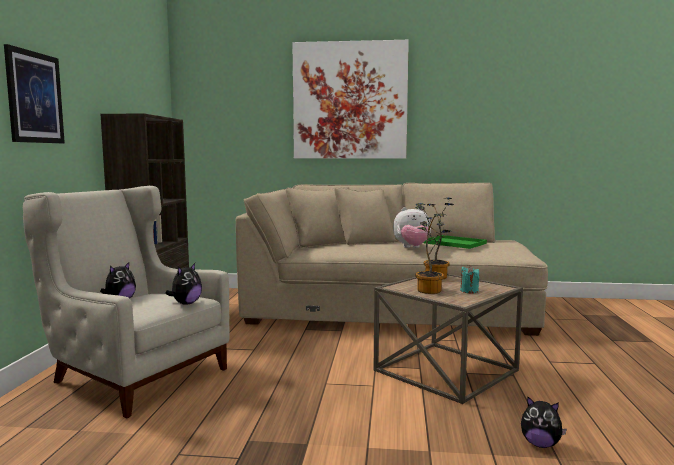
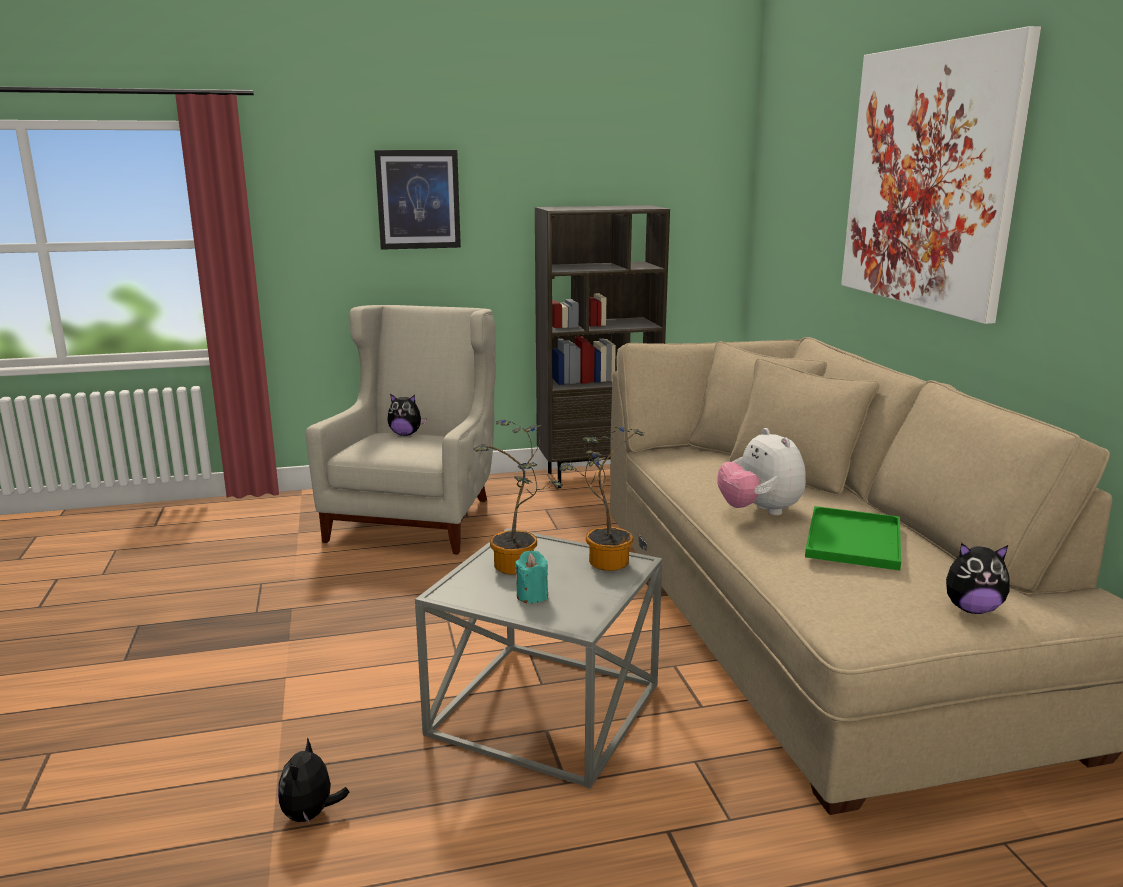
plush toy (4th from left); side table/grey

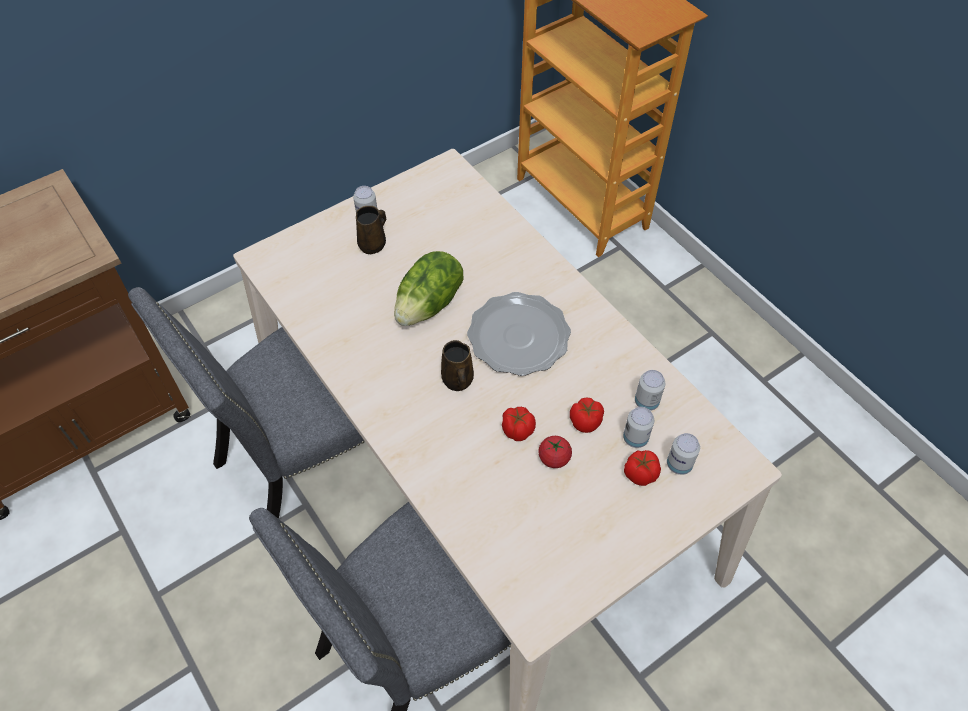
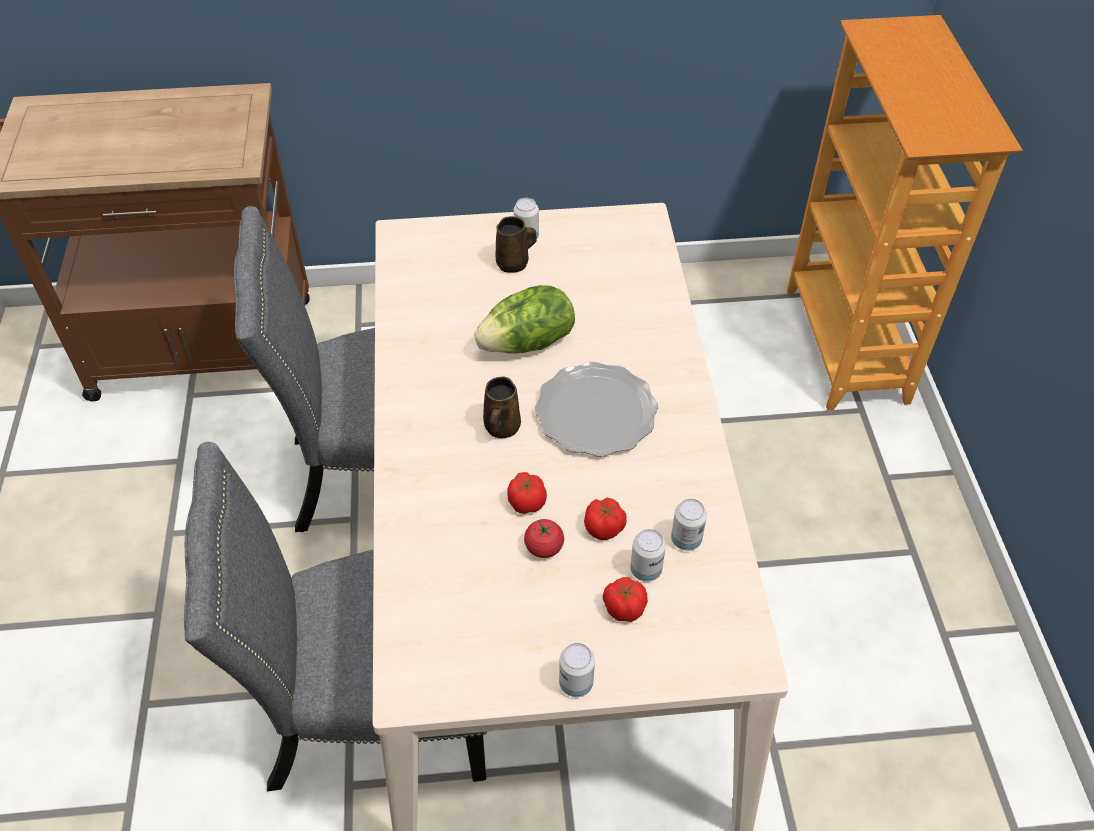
can (2nd from left)

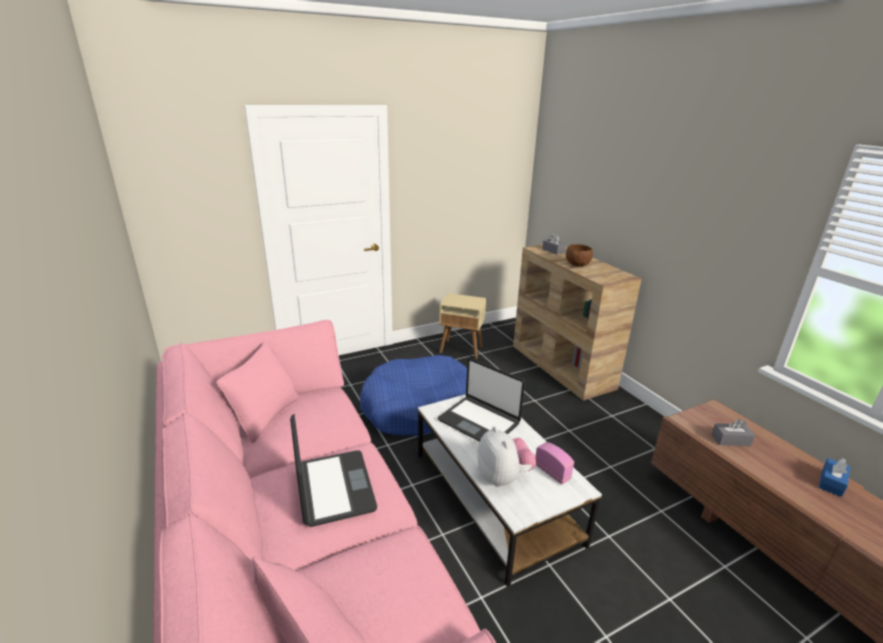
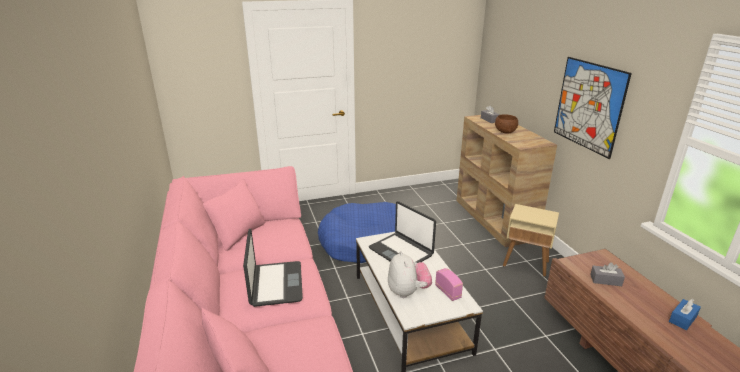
side table/beige; picture

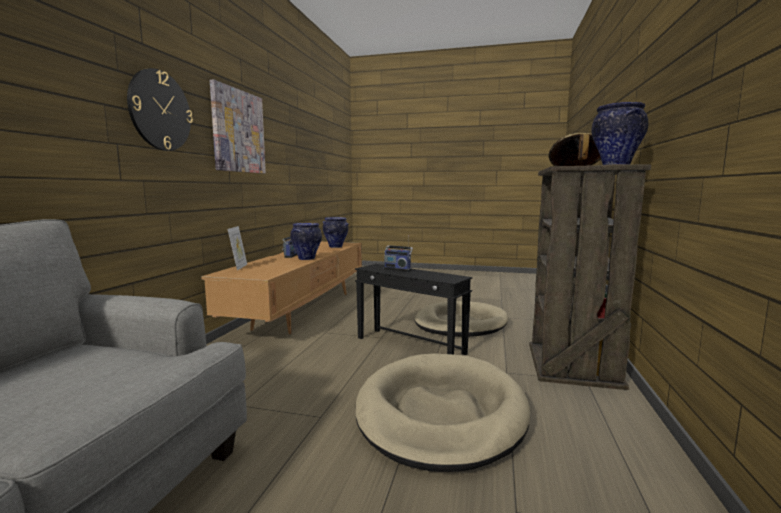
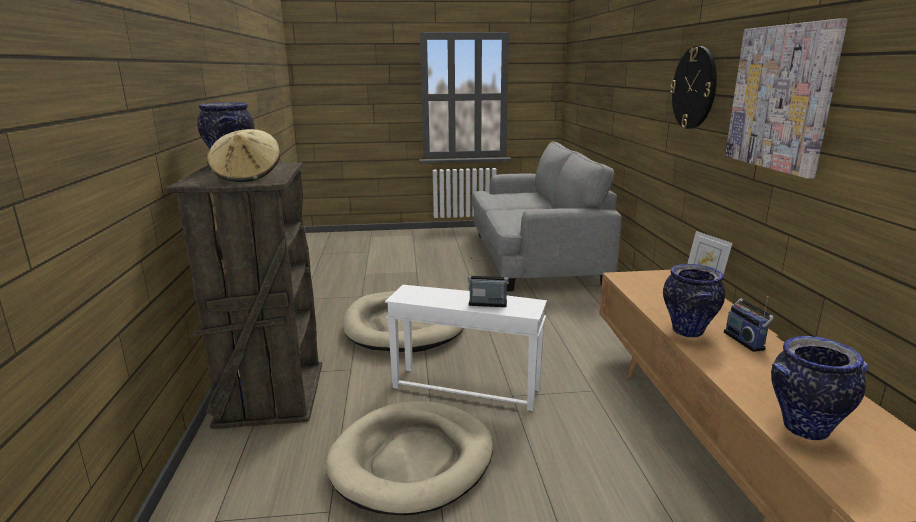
side table/white

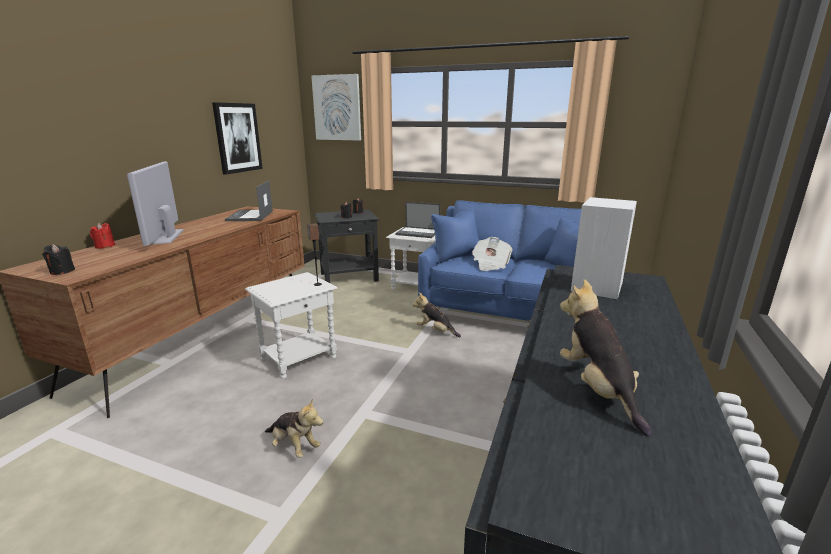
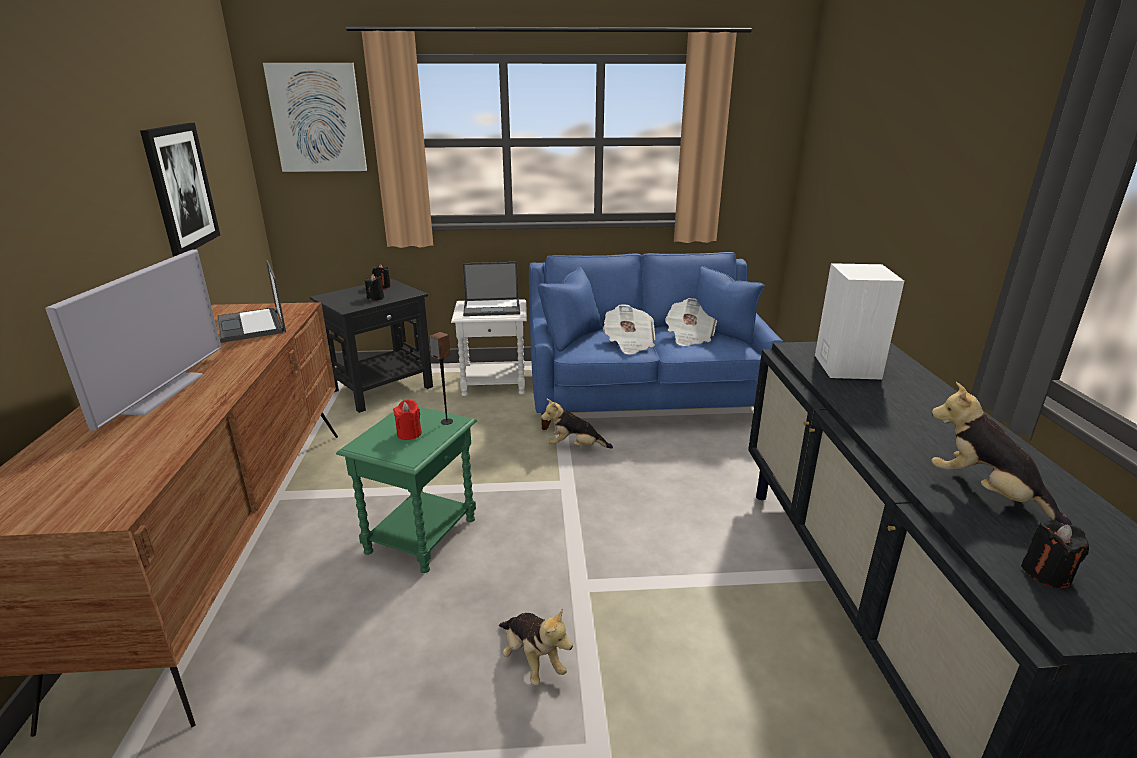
candle/black (3rd from left); candle/red; television; side table/green; plush toy (1st from left); newspaper (2nd from left)

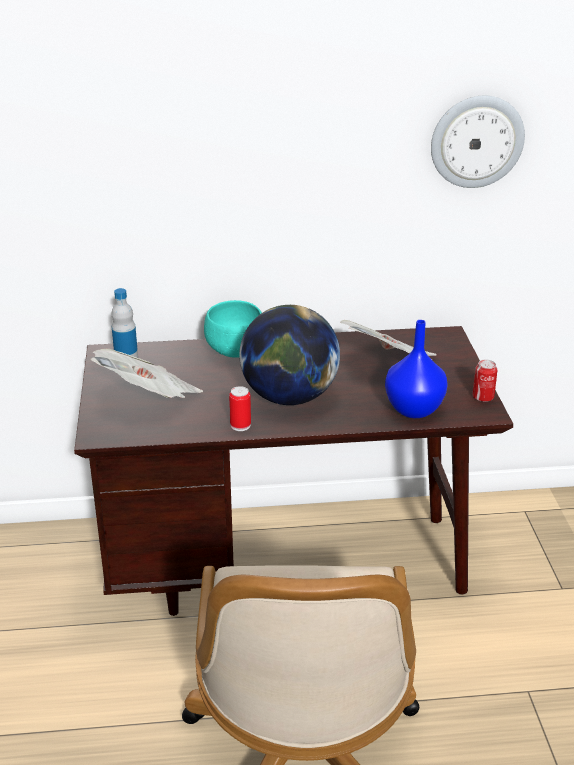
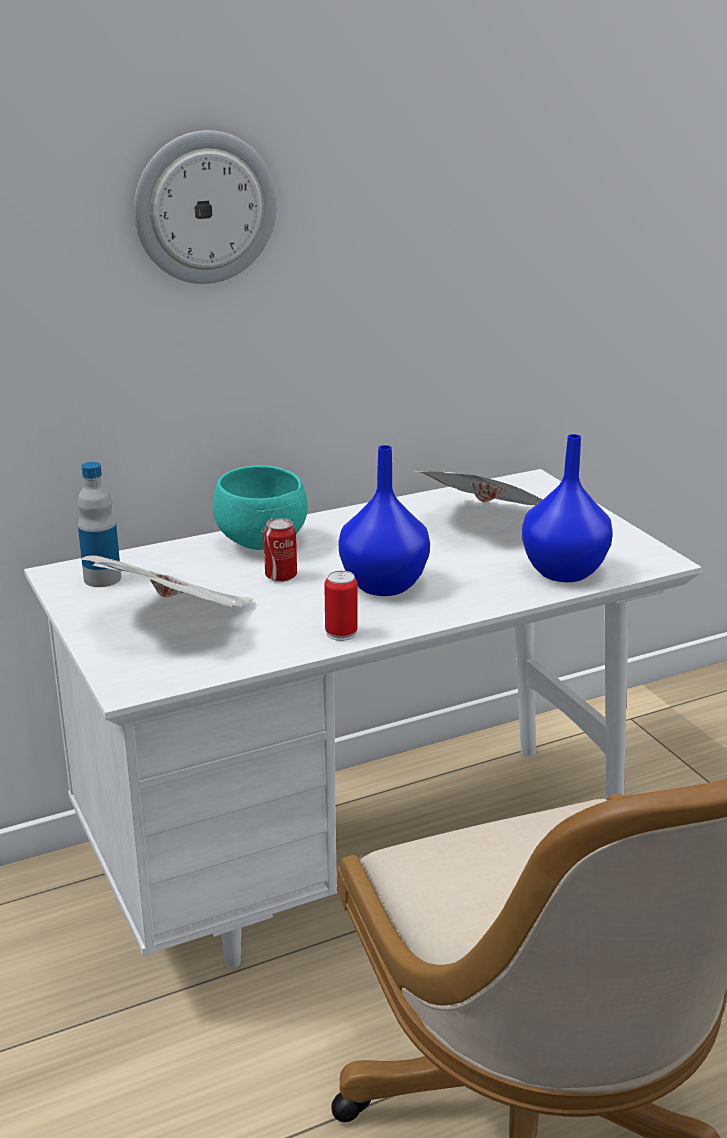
desk/white; vase/blue (1st from left); wall clock; can (1st from left)

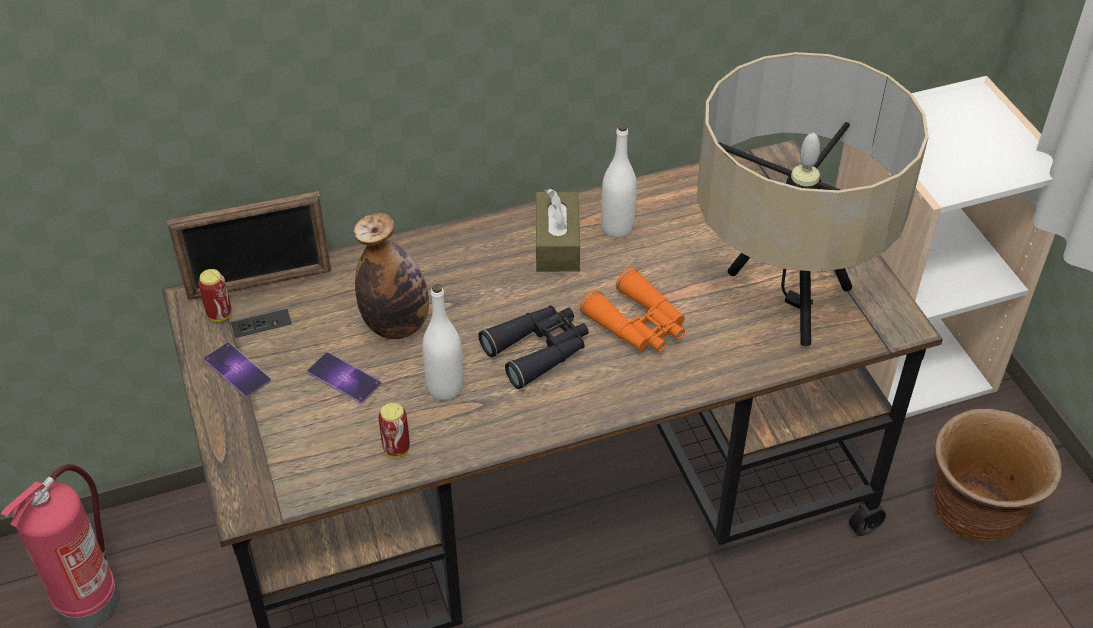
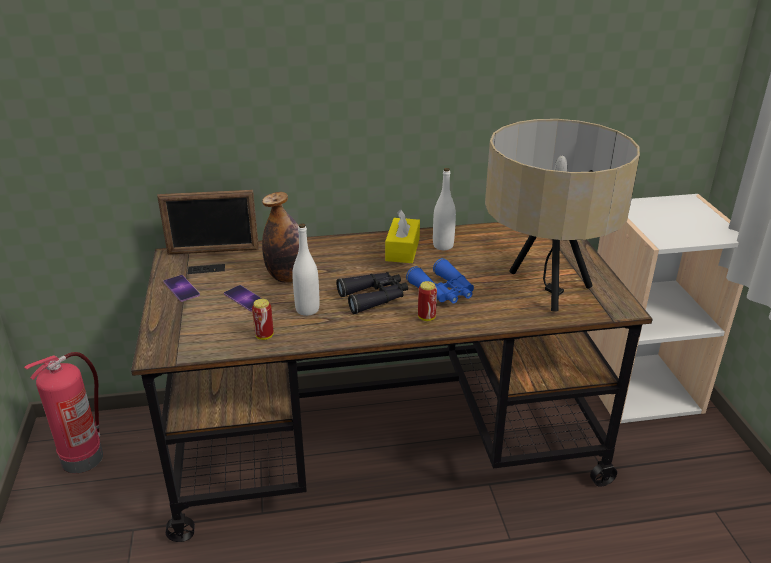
can (2nd from left); tissue box/yellow; binoculars/blue; planter/brown

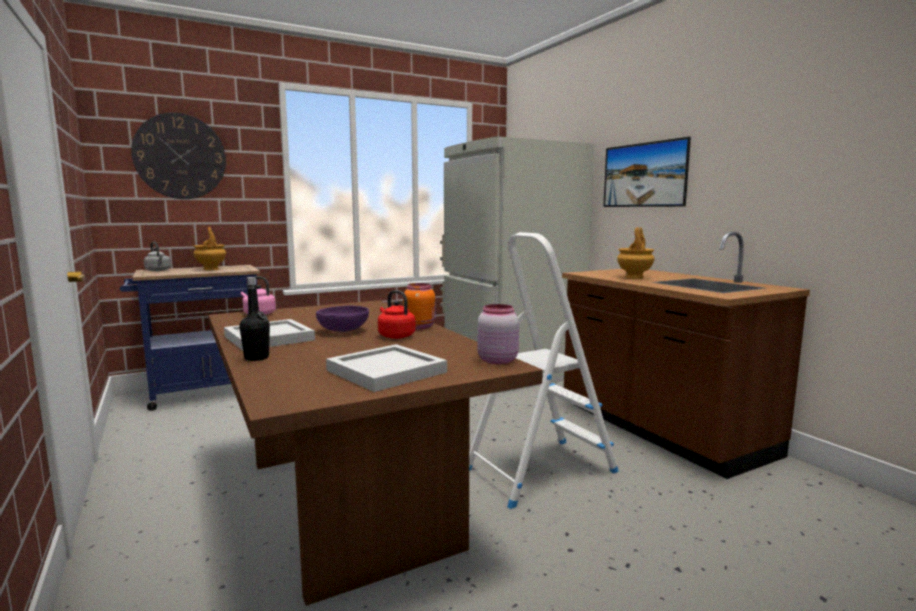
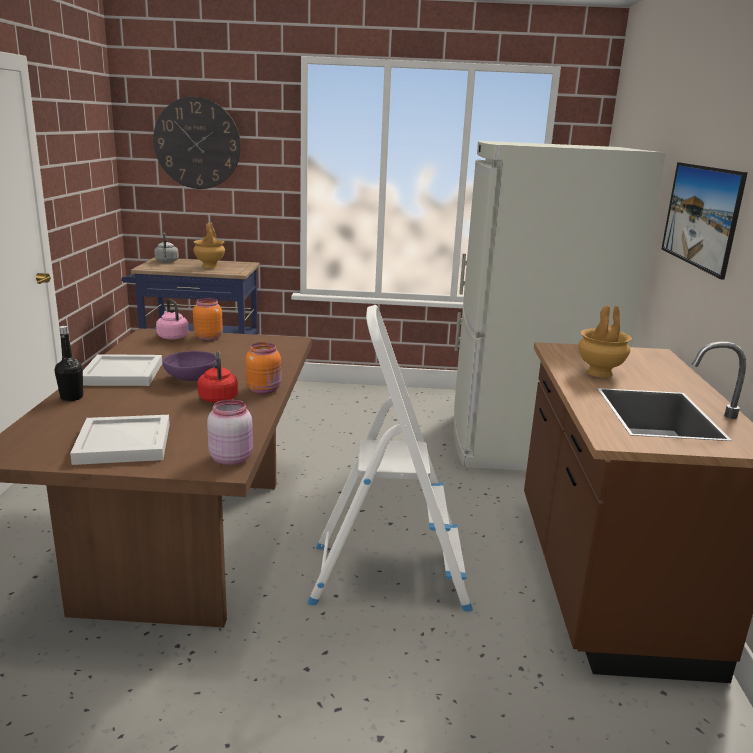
jar/orange (1st from left)

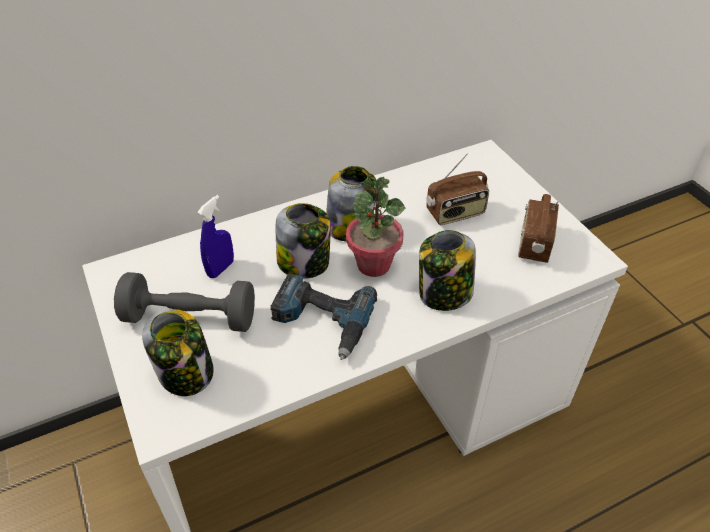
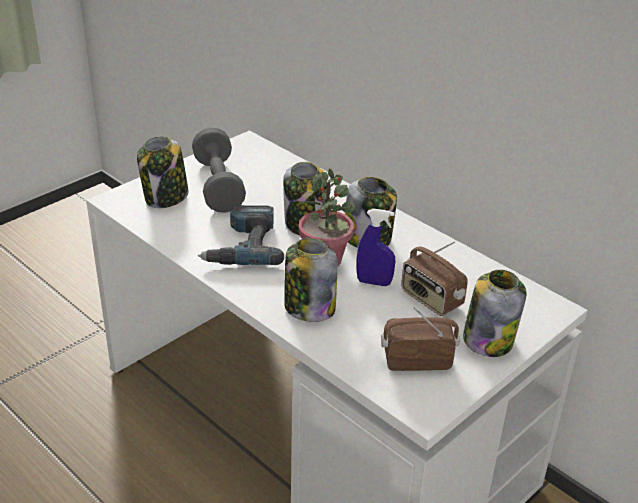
spray bottle/blue; jar (5th from left)

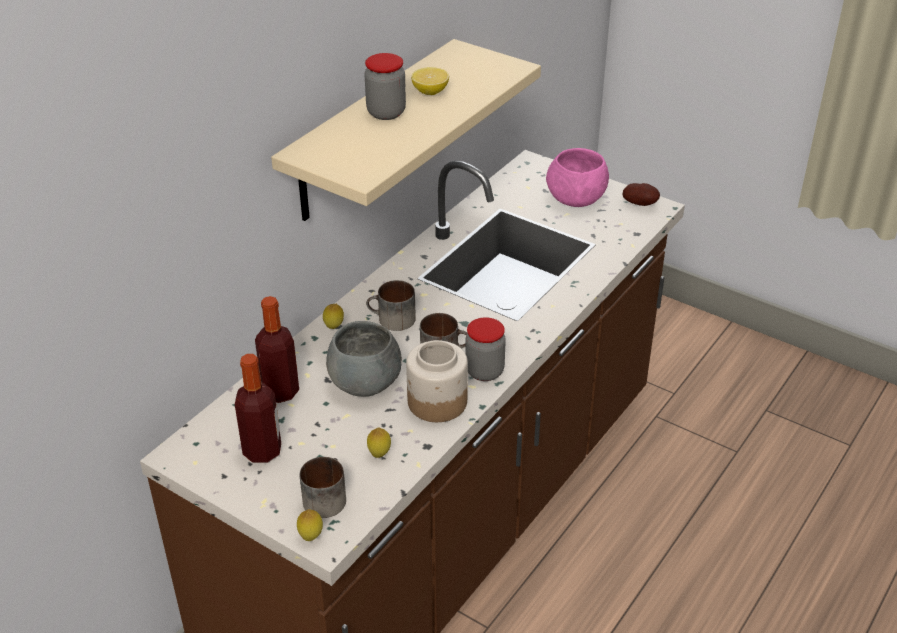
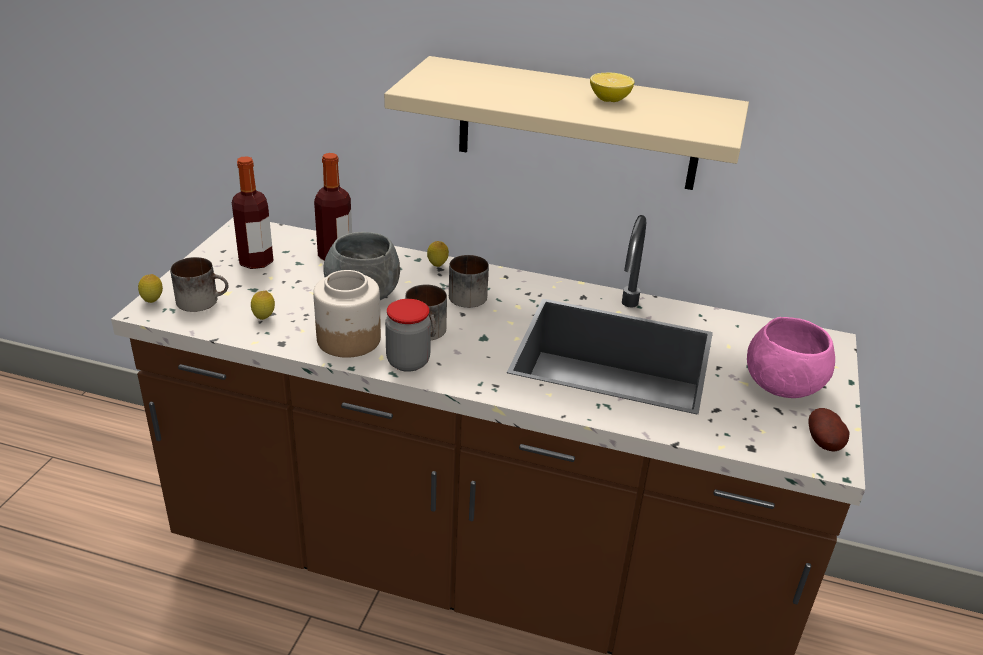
jar (1st from left in the first image)

